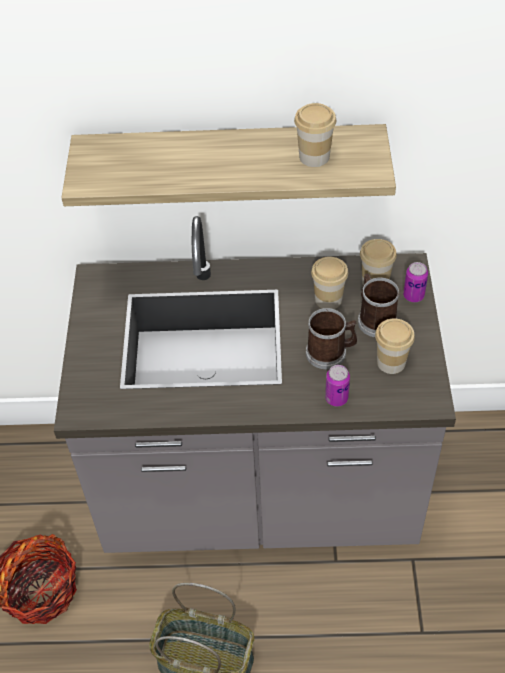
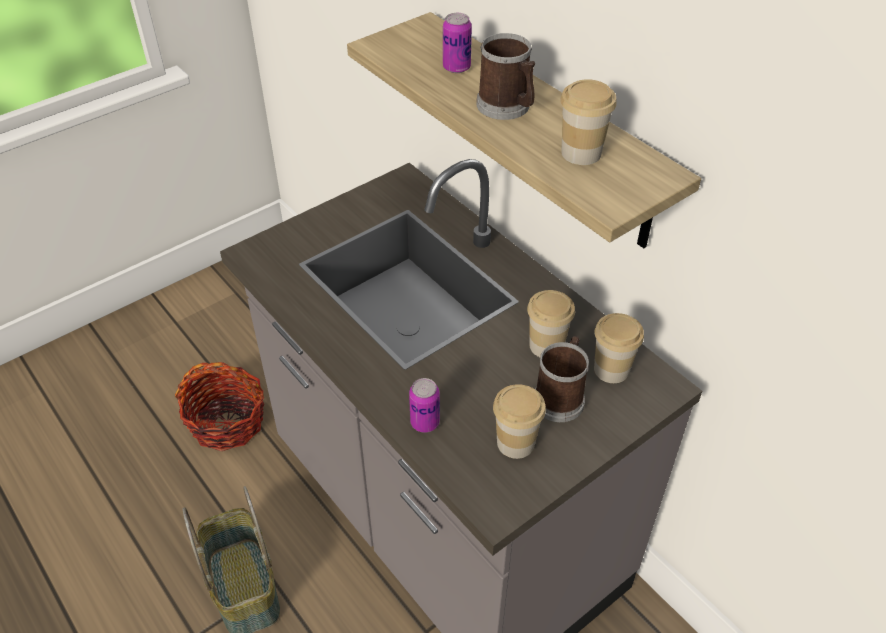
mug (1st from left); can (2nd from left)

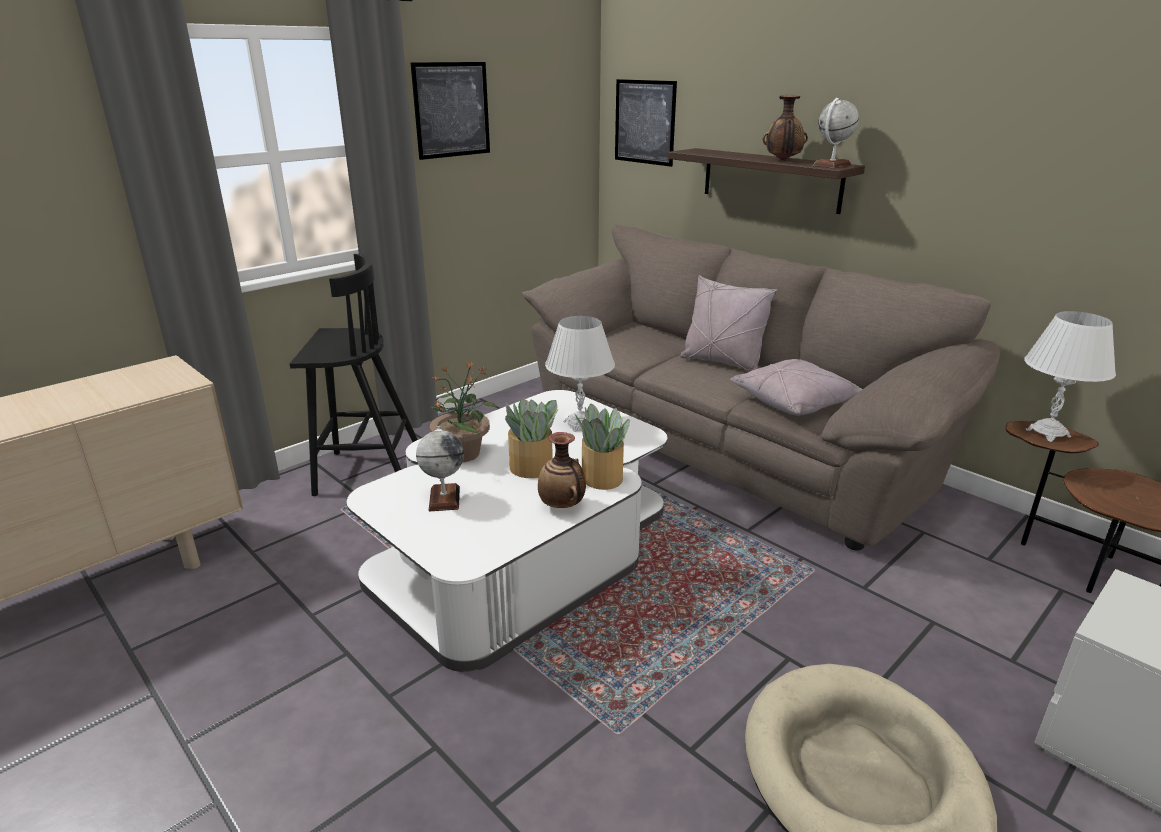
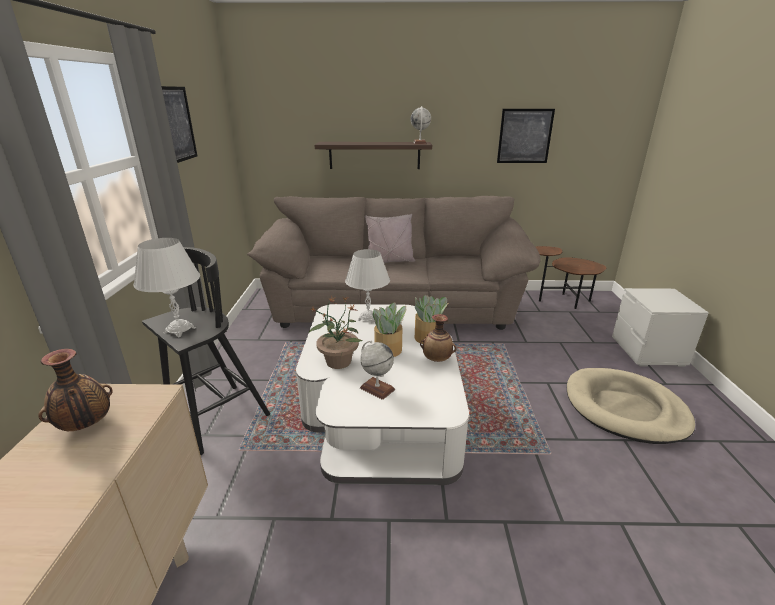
picture (2nd from left); pillow/purple (2nd from left in the first image); vase (1st from left); table lamp/white (1st from left)

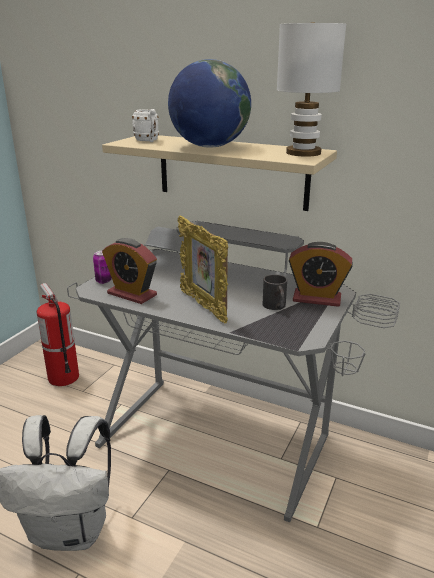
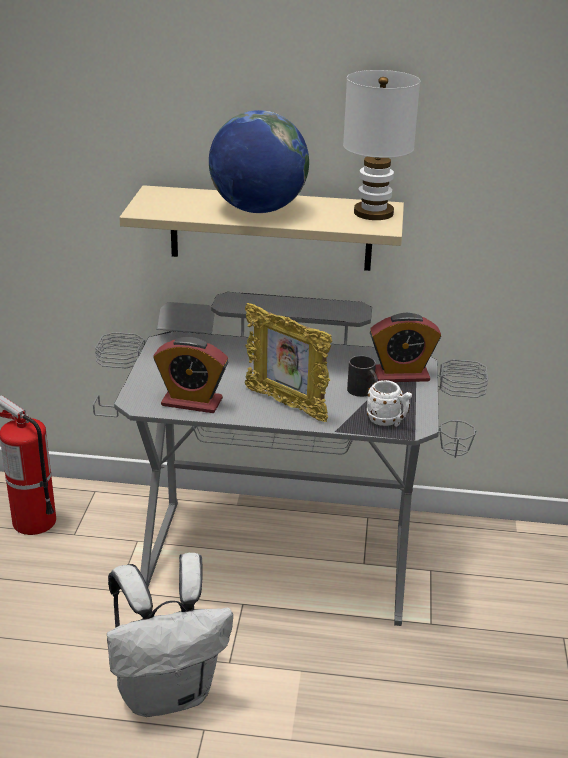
can; mug/white

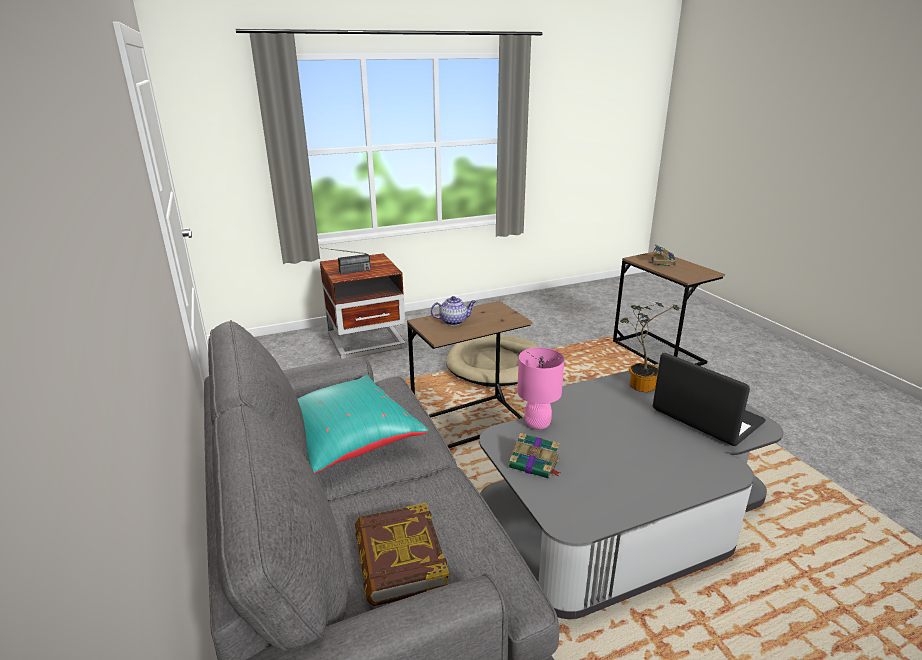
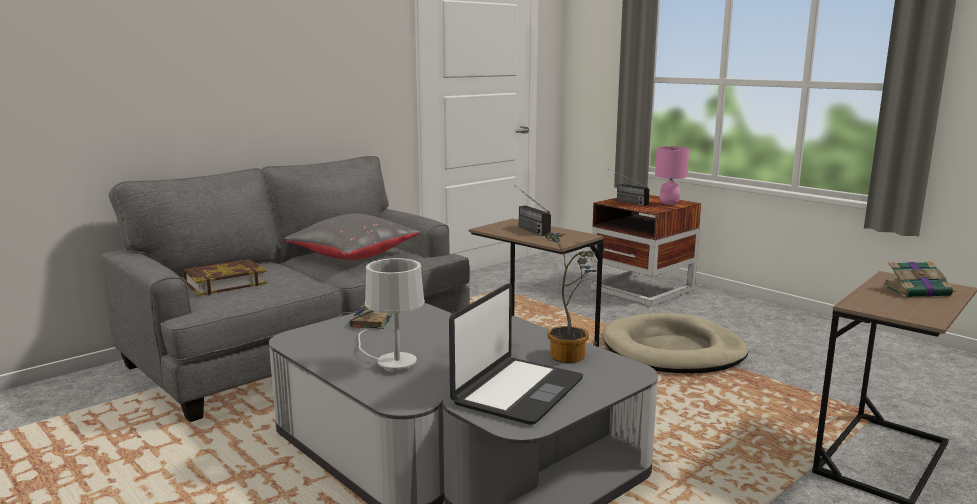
pillow/grey; radio (1st from left); table lamp/pink; table lamp/white

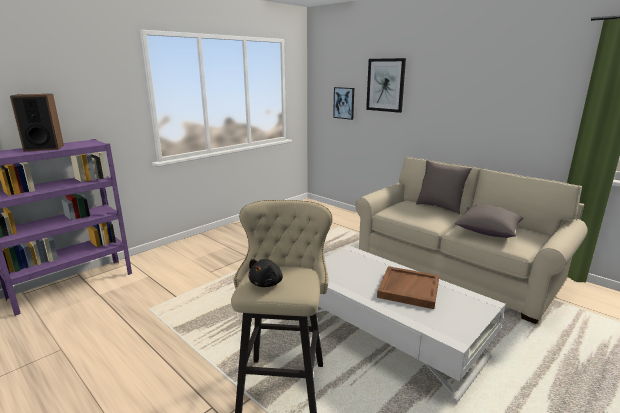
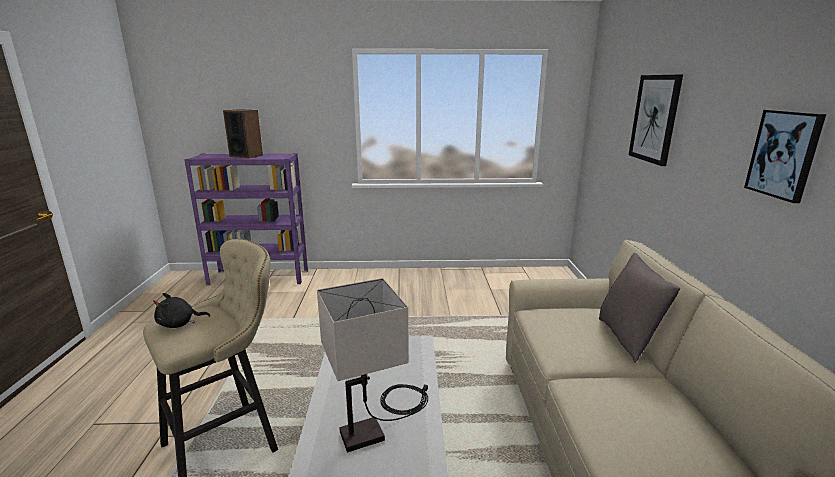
picture (2nd from left); table lamp; pillow/grey (2nd from left in the first image)

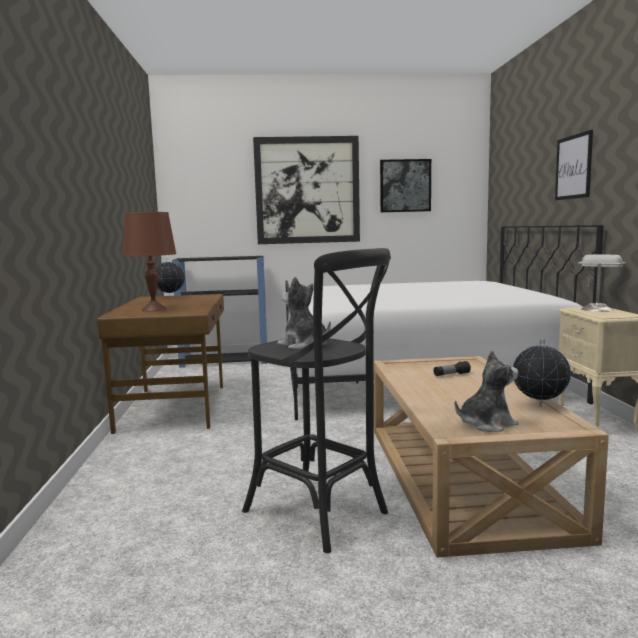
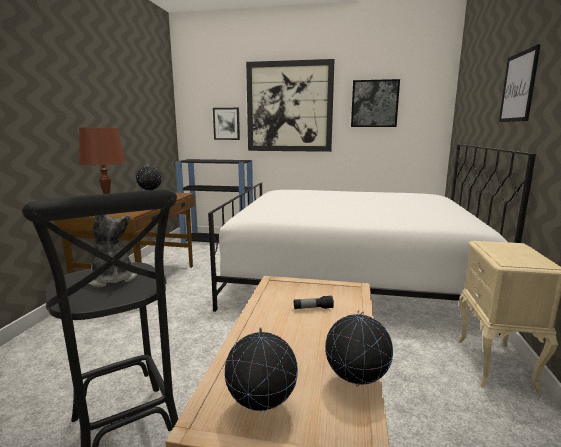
globe (2nd from left); table lamp/white; picture (1st from left)

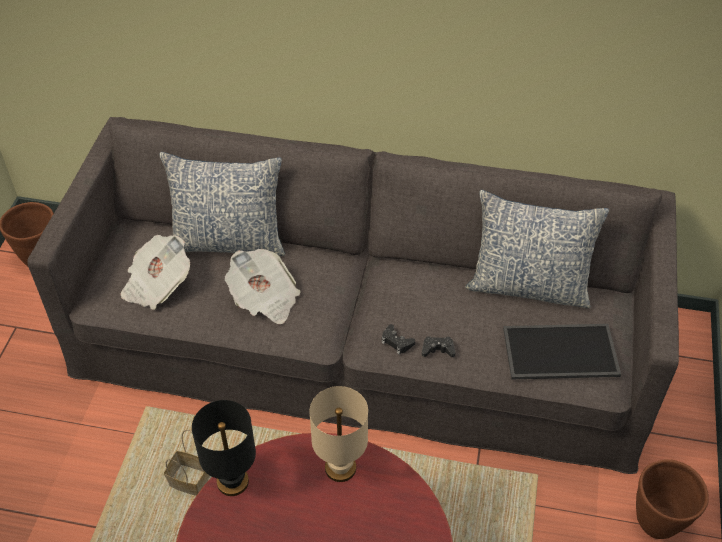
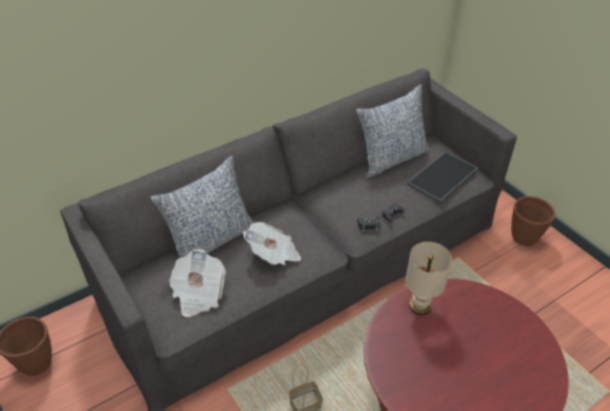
table lamp/black

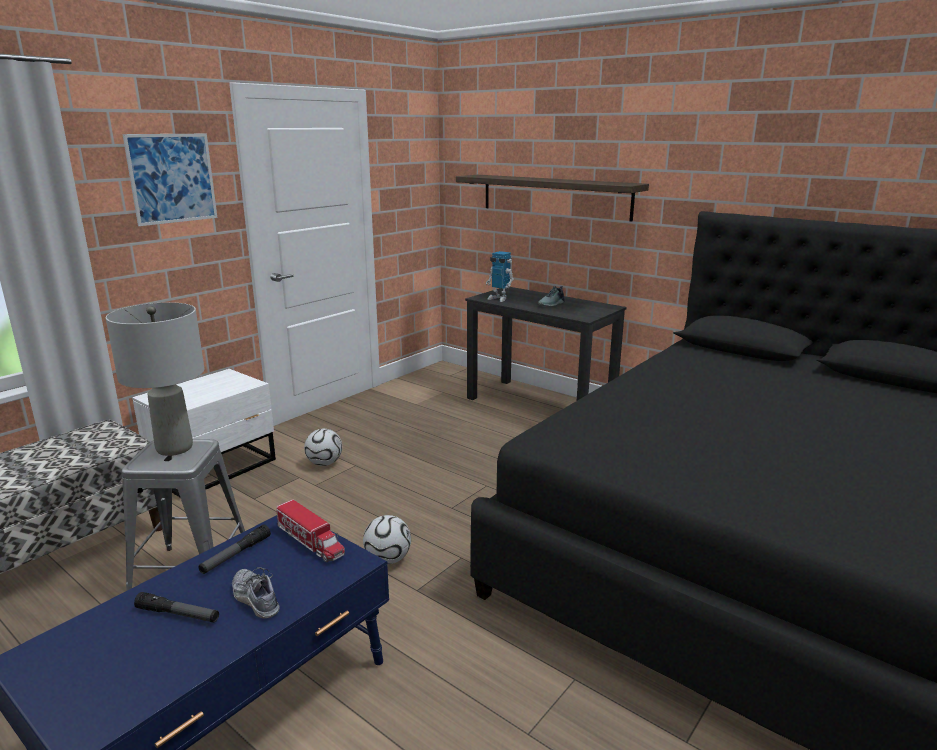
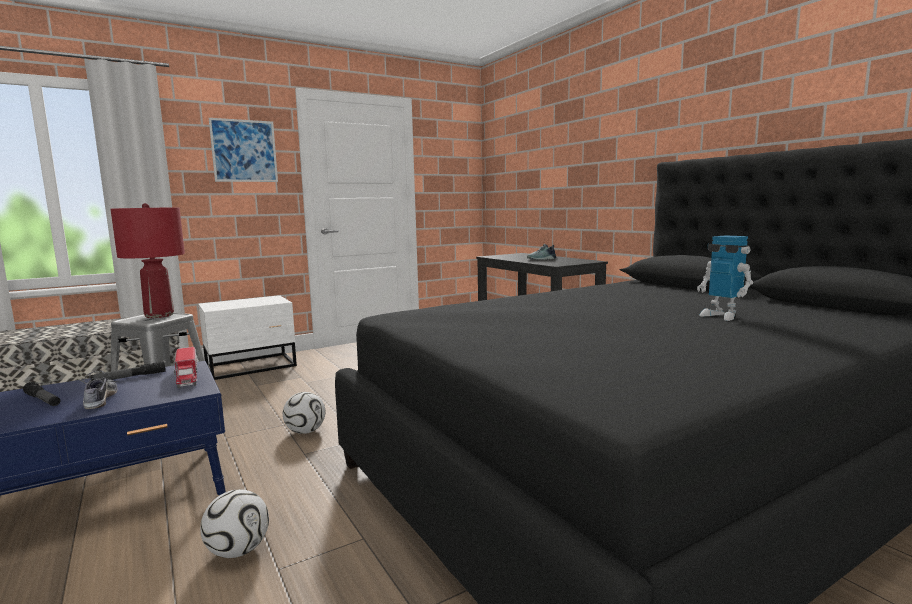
table lamp/red; football (1st from left); shelf; toy robot

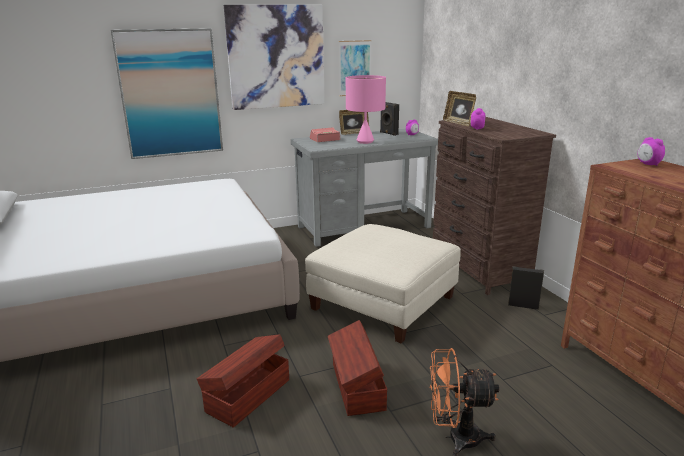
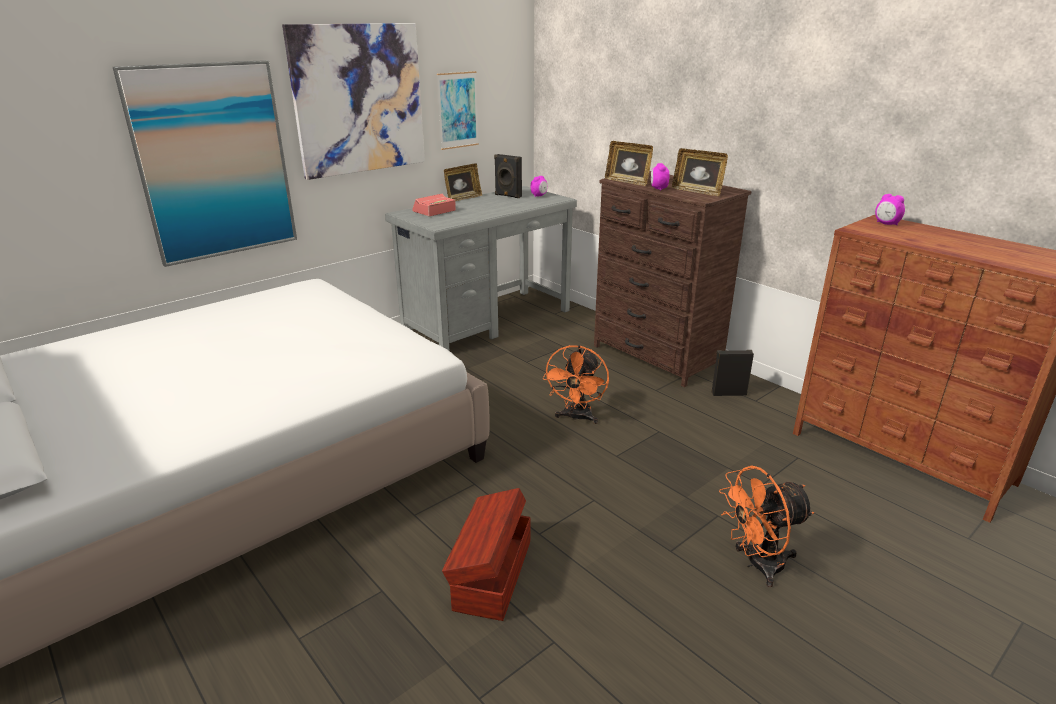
fan/orange (1st from left); storage box/brown (2nd from left in the first image); table lamp/pink; picture frame (3rd from left)

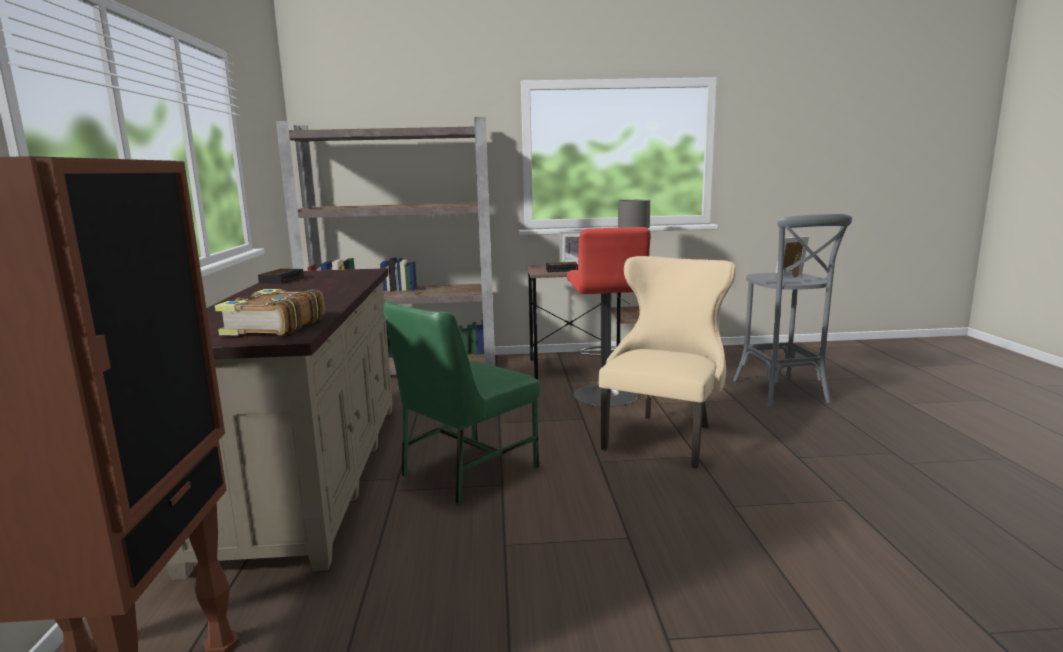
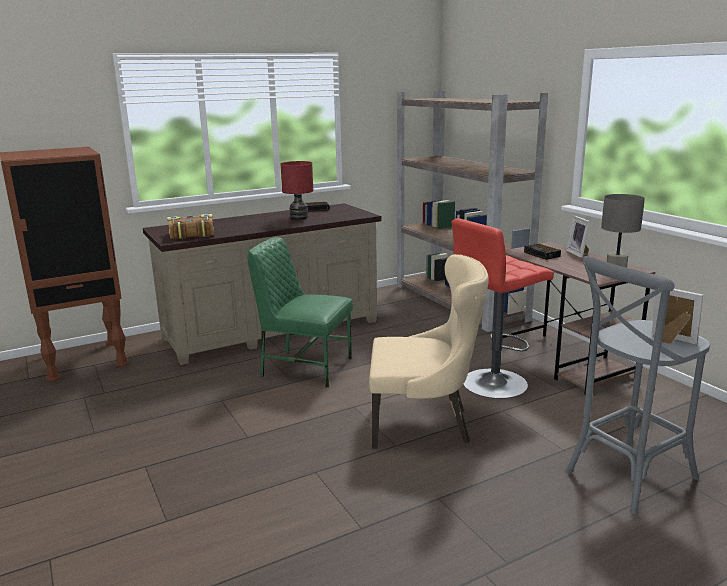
table lamp/red

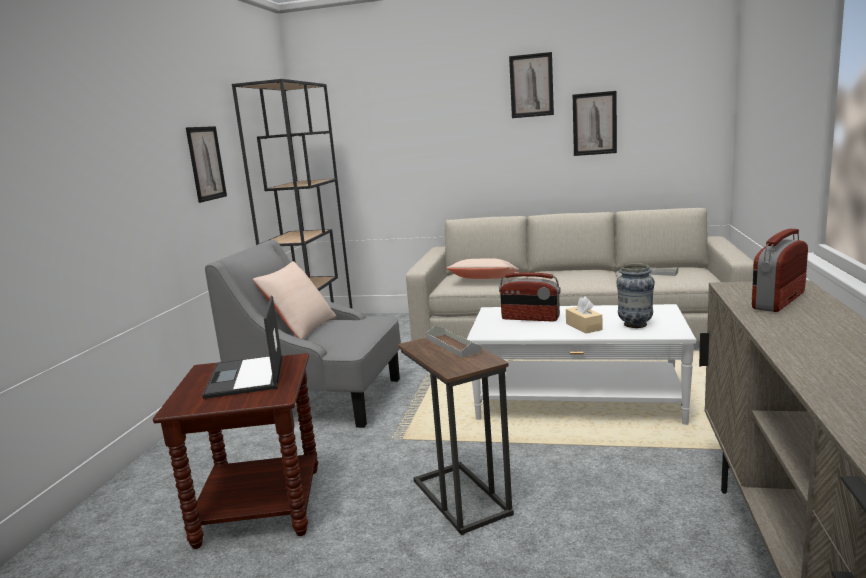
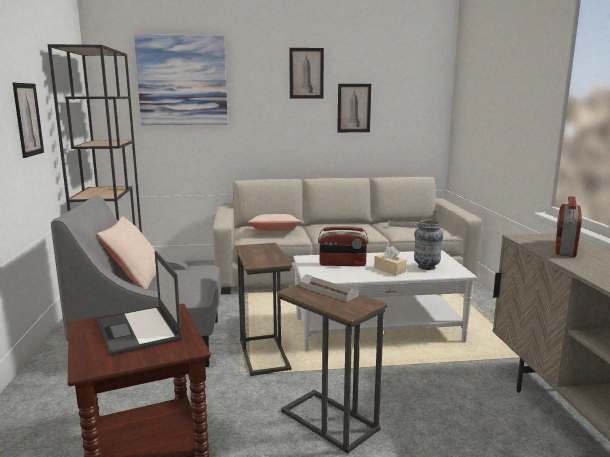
picture (2nd from left); side table/brown (2nd from left)

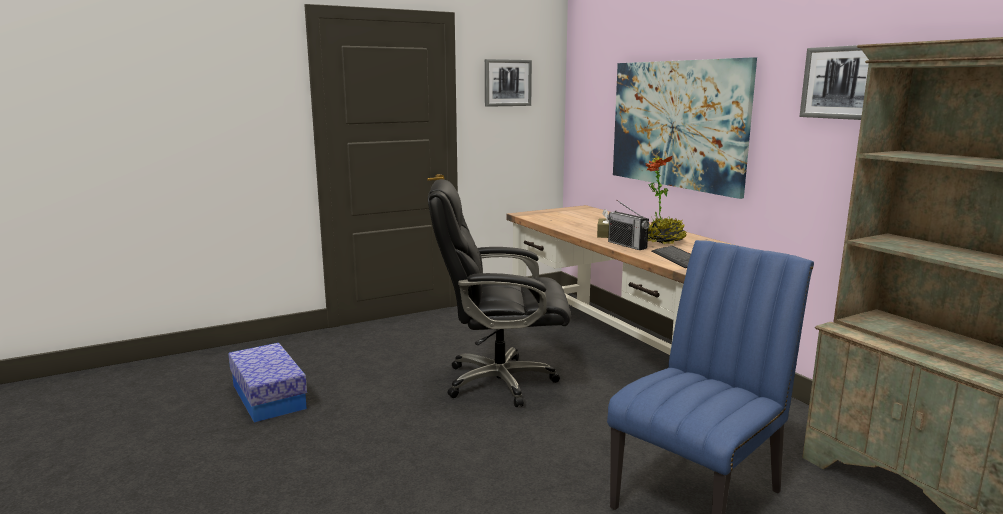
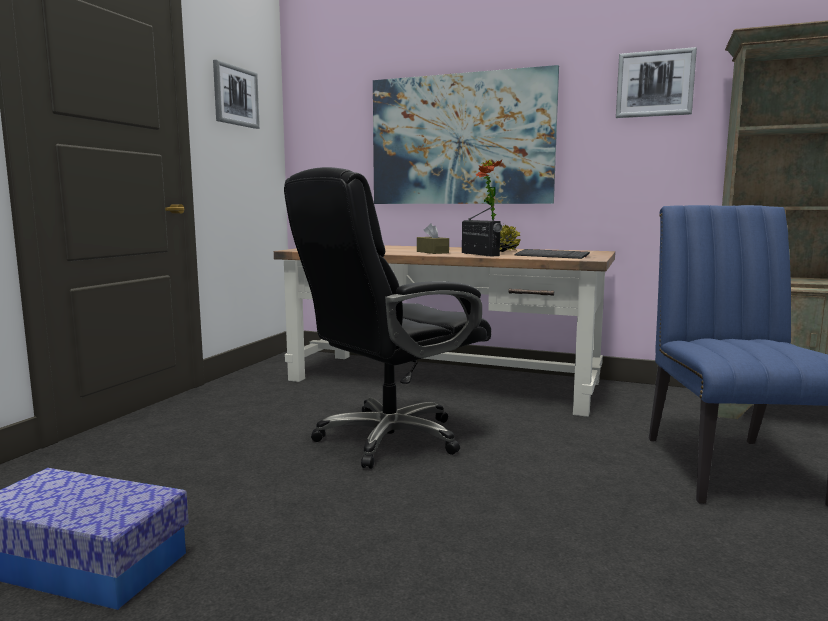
radio

